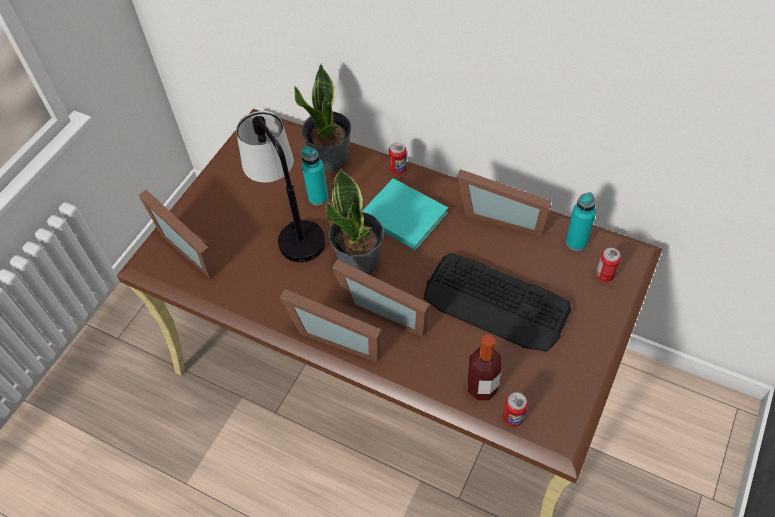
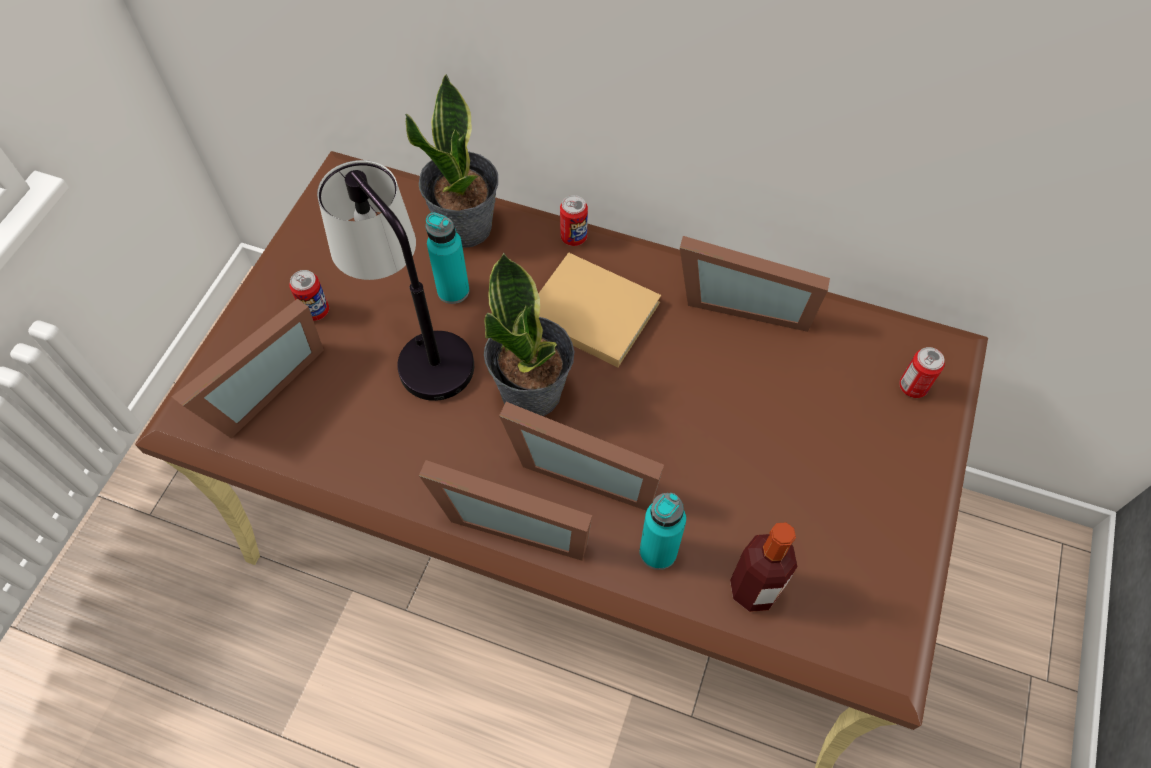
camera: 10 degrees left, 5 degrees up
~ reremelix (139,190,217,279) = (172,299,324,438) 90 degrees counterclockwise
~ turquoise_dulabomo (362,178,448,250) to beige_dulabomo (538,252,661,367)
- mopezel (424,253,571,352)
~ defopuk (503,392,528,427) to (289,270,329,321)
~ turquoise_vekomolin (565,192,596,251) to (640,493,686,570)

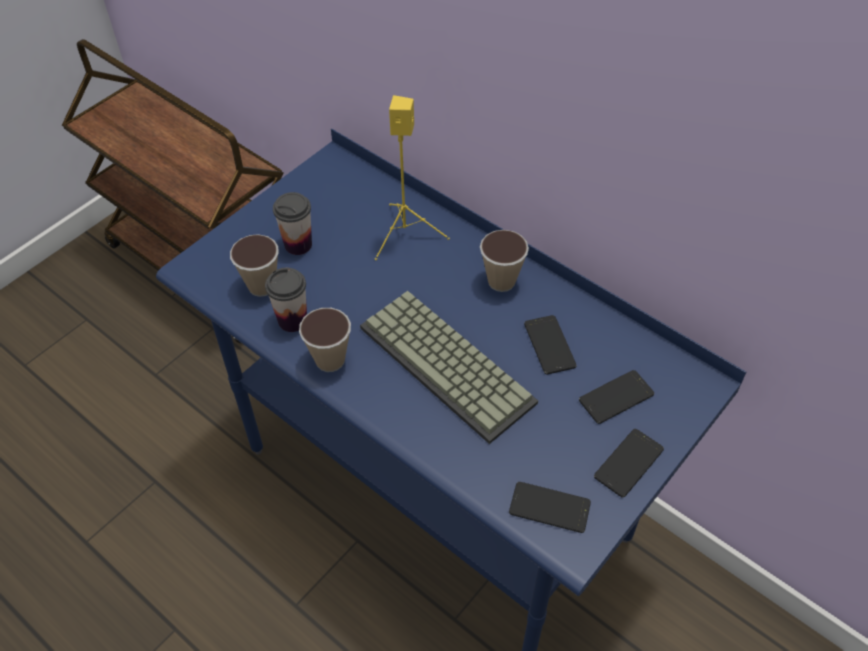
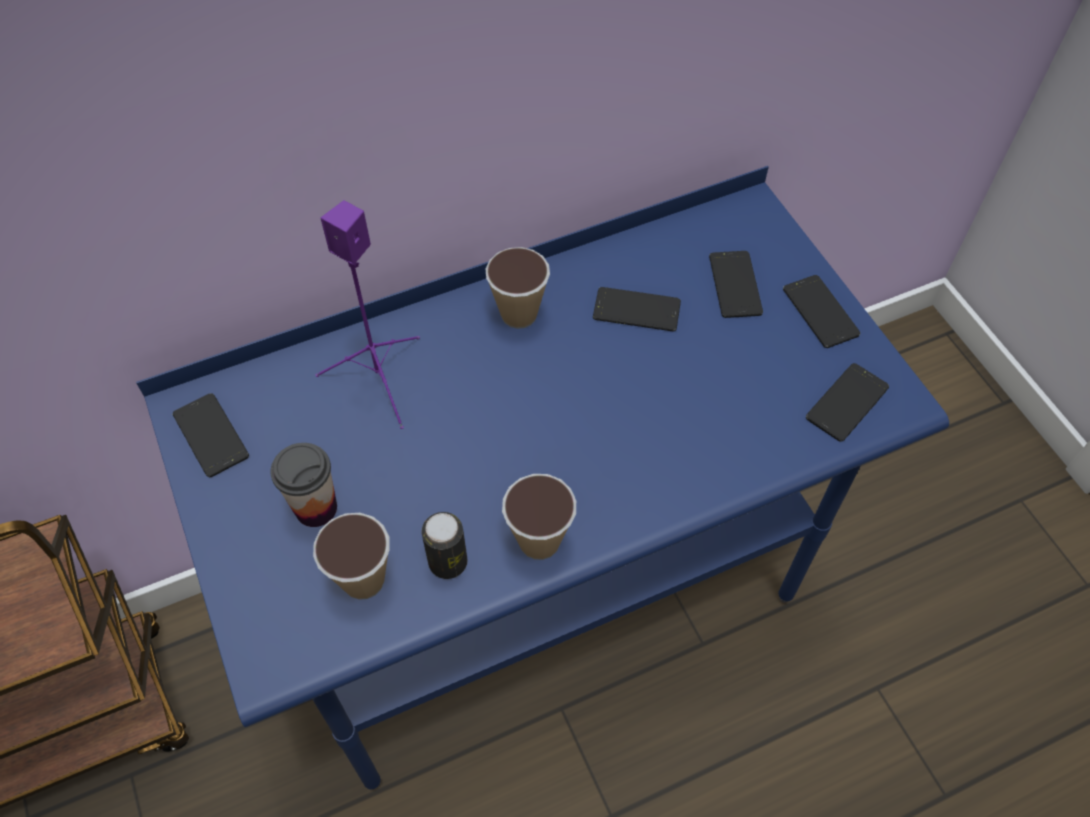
camera: 65 degrees left, 5 degrees up
~ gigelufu (265,268,307,332) to defopuk (421,512,468,579)
- mopezel (360,291,538,444)
~ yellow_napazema (375,95,450,260) to purple_napazema (316,200,420,429)
+ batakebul (173,393,249,477)

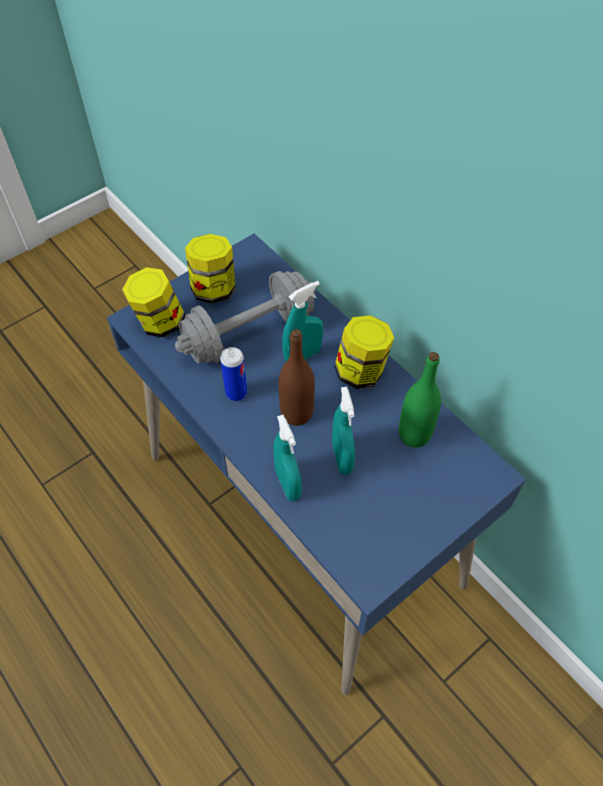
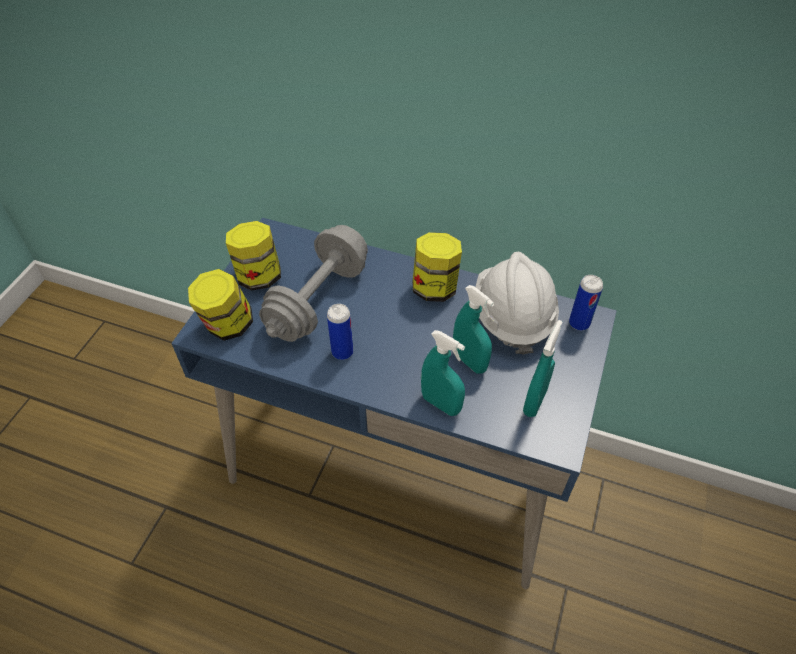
camera: 30 degrees left, 5 degrees down
- brown_vekomolin (278,329,315,426)
~ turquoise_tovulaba (282,281,323,362) to (523,320,562,417)
~ green_vekomolin (399,352,441,447) to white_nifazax (475,252,559,355)
+ defopuk (569,275,603,331)

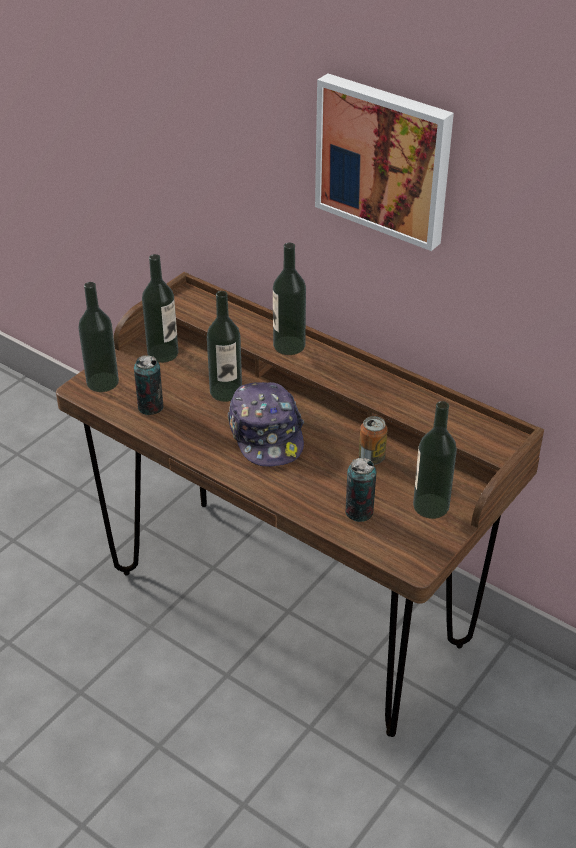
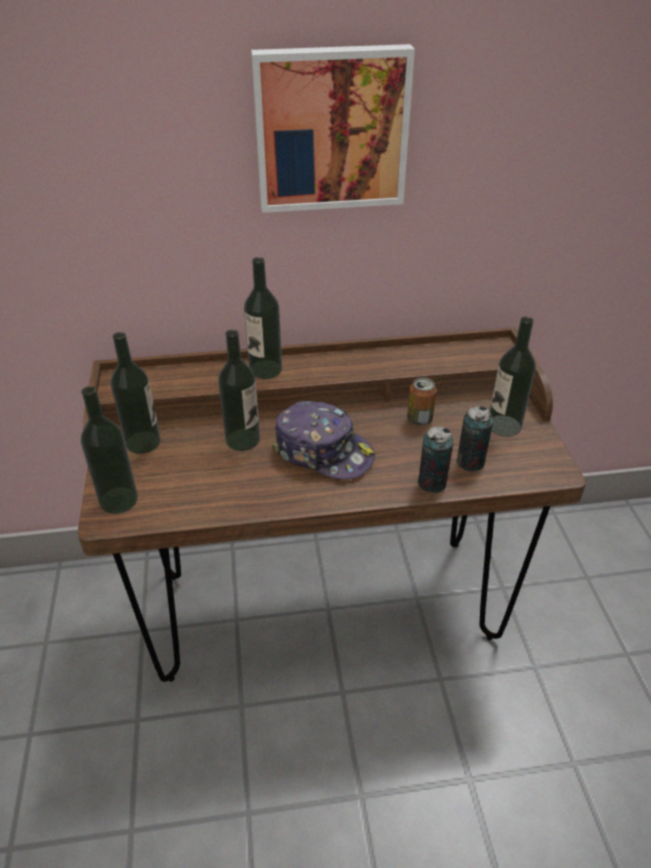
camera: 45 degrees left, 0 degrees up
~ defopuk (134,355,164,415) to (417,426,454,493)

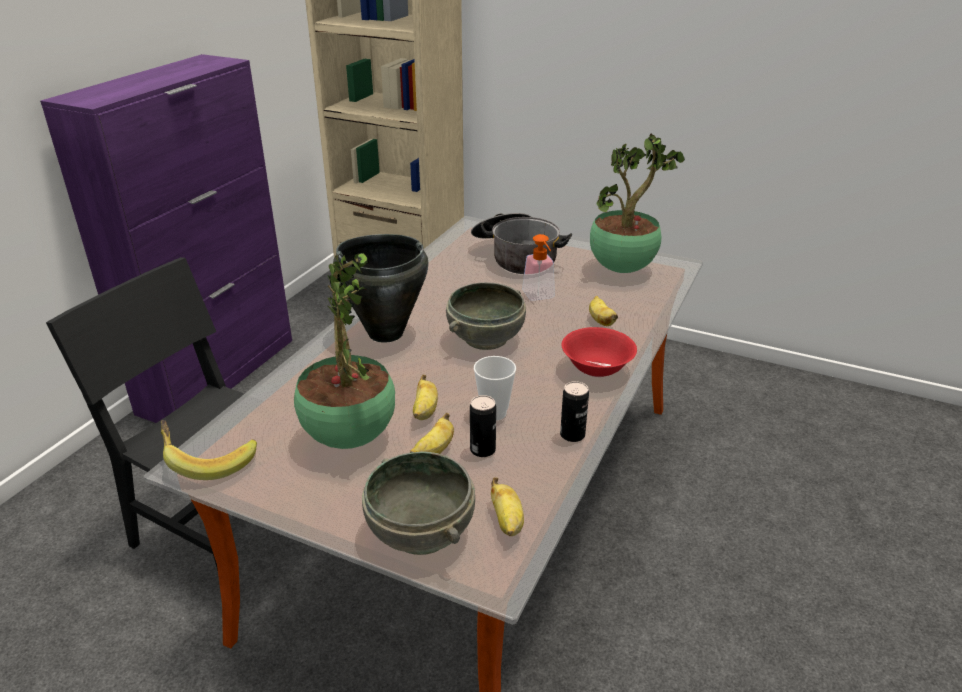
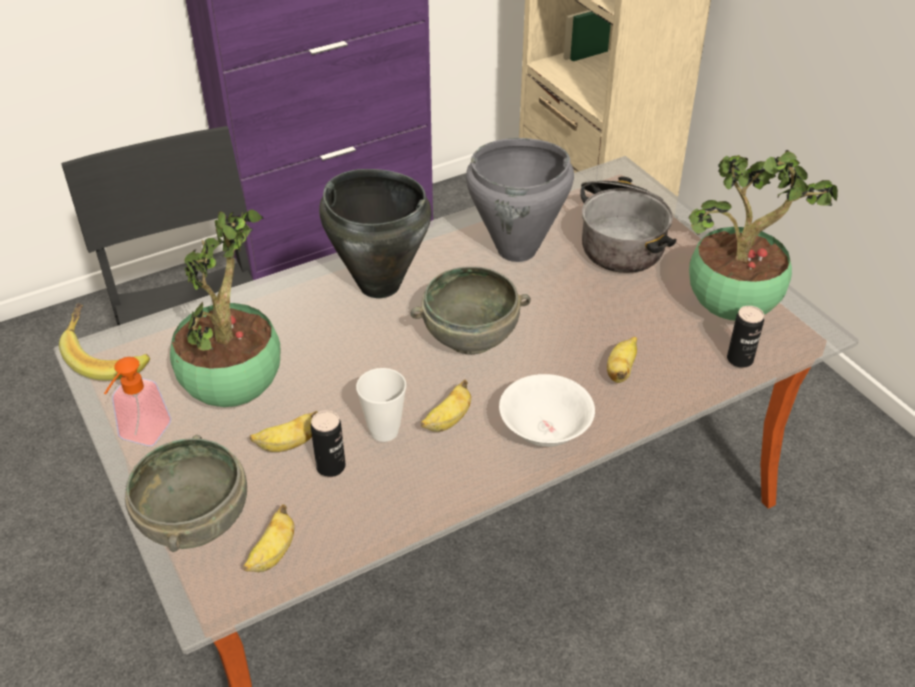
camera: 35 degrees right, 10 degrees up
~ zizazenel (413,375,438,420) to (421,380,471,432)
~ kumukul (522,234,555,301) to (104,357,171,446)
~ defopuk (560,381,589,442) to (727,306,764,368)
~ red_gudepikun (562,327,637,377) to white_gudepikun (499,374,595,447)
+ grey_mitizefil (466,138,574,262)

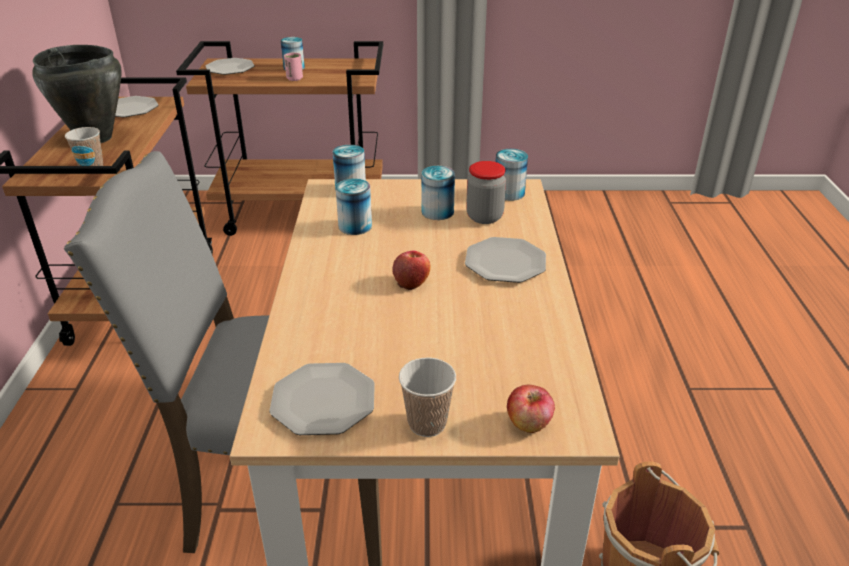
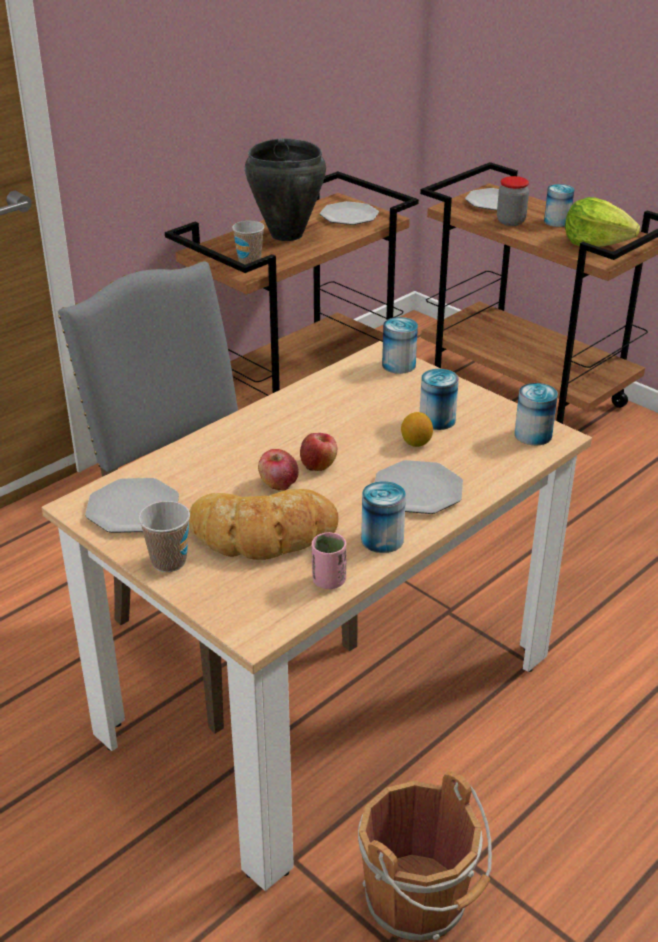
camera: 45 degrees right, 0 degrees up
~ pink_gigelufu (284,53,303,81) to (312,532,347,589)
~ defopuk (336,179,372,235) to (361,481,406,553)
~ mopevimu (466,161,506,224) to (497,176,529,226)
~ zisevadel (507,385,555,433) to (258,449,299,491)
+ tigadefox (189,489,339,560)
+ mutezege (401,412,433,447)
+ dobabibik (565,197,640,247)

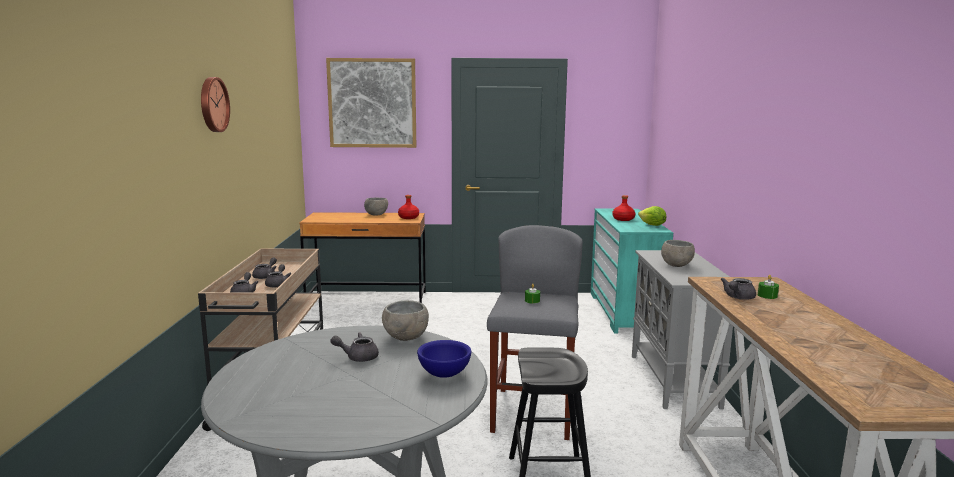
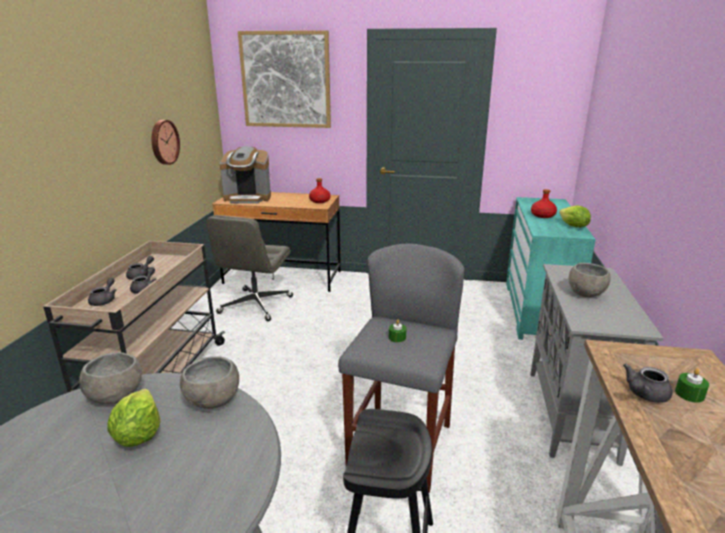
camera: 10 degrees right, 10 degrees up
~ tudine (201,77,230,132) to (151,120,180,165)
~ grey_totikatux (330,332,379,362) to dobabibik (107,389,160,447)
~ grey_gudepikun (364,198,388,216) to (79,352,142,404)
- blue_gudepikun (417,340,471,378)
+ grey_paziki (207,215,293,321)
+ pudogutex (220,146,271,203)

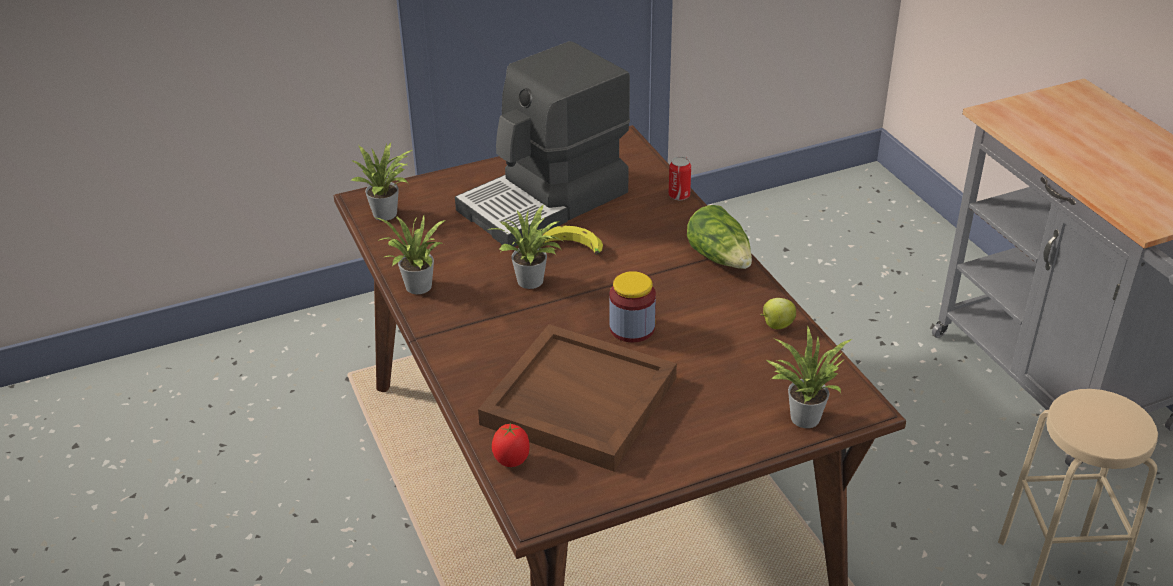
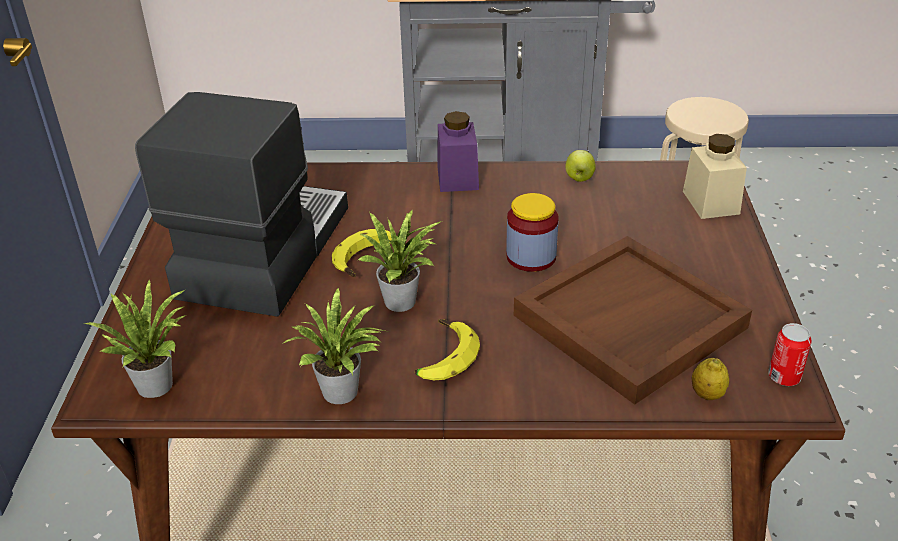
camera: 65 degrees left, 0 degrees up
~ pudogutex (455,41,630,247) = (135,92,348,317) 150 degrees counterclockwise
~ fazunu (492,423,530,467) to mutezege (692,358,729,400)
~ defopuk (668,156,691,200) to (768,323,812,386)
~ dobabibik (687,205,752,269) to purple_mopevimu (437,111,479,192)
~ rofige (767,326,852,428) to beige_mopevimu (683,134,747,219)
+ zizazenel (415,319,480,380)

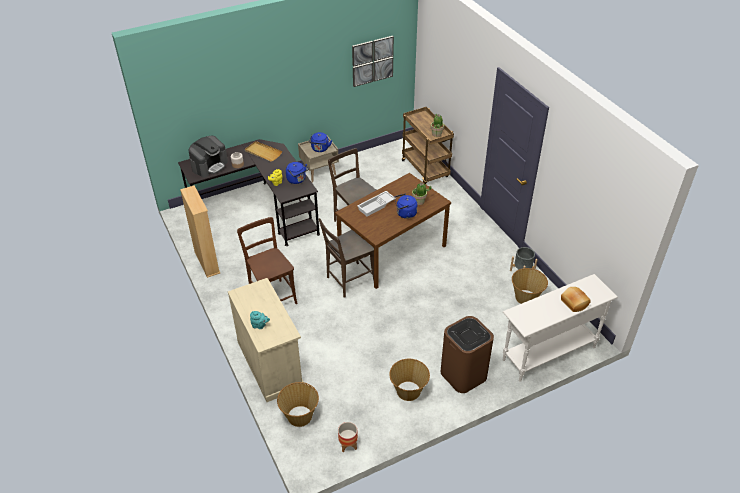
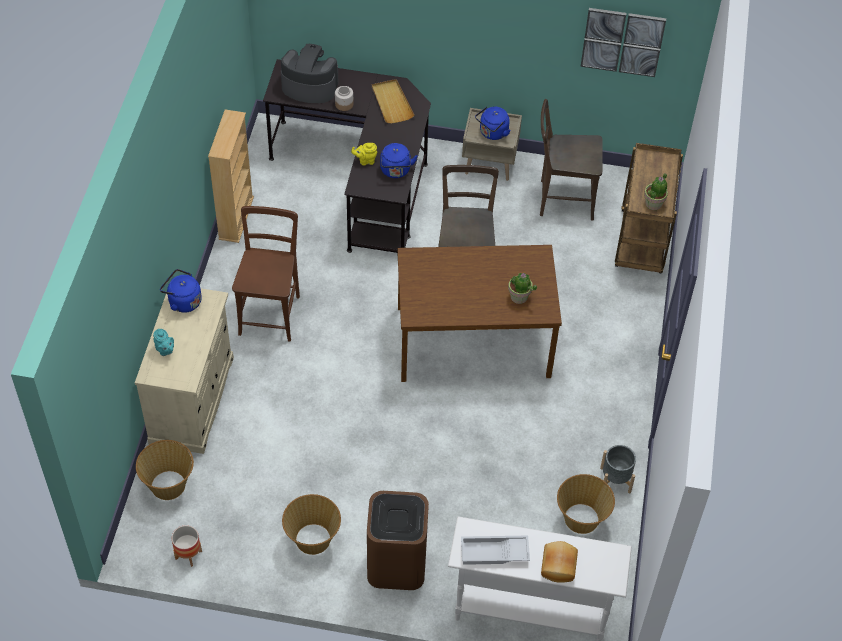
camera: 35 degrees right, 10 degrees up
~ pudogutex (188,136,228,178) = (281,44,338,103) 150 degrees counterclockwise
~ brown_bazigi (319,218,374,298) to (540,99,603,221)
~ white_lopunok (358,191,396,216) to (461,536,530,565)
~ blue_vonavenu (394,194,417,219) to (160,269,202,313)

